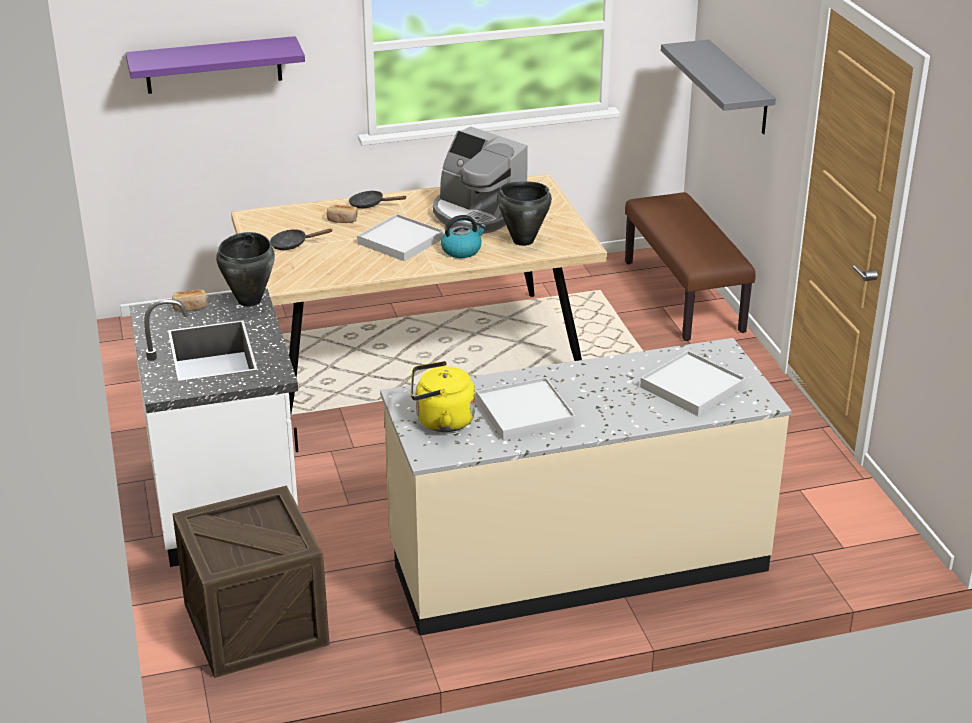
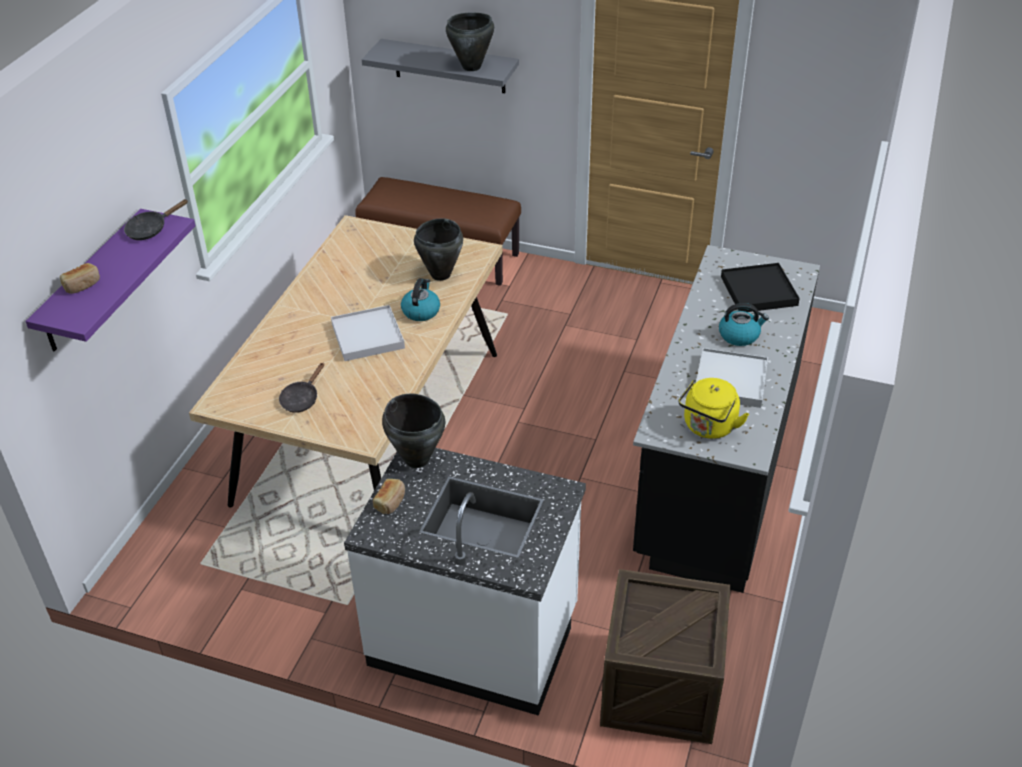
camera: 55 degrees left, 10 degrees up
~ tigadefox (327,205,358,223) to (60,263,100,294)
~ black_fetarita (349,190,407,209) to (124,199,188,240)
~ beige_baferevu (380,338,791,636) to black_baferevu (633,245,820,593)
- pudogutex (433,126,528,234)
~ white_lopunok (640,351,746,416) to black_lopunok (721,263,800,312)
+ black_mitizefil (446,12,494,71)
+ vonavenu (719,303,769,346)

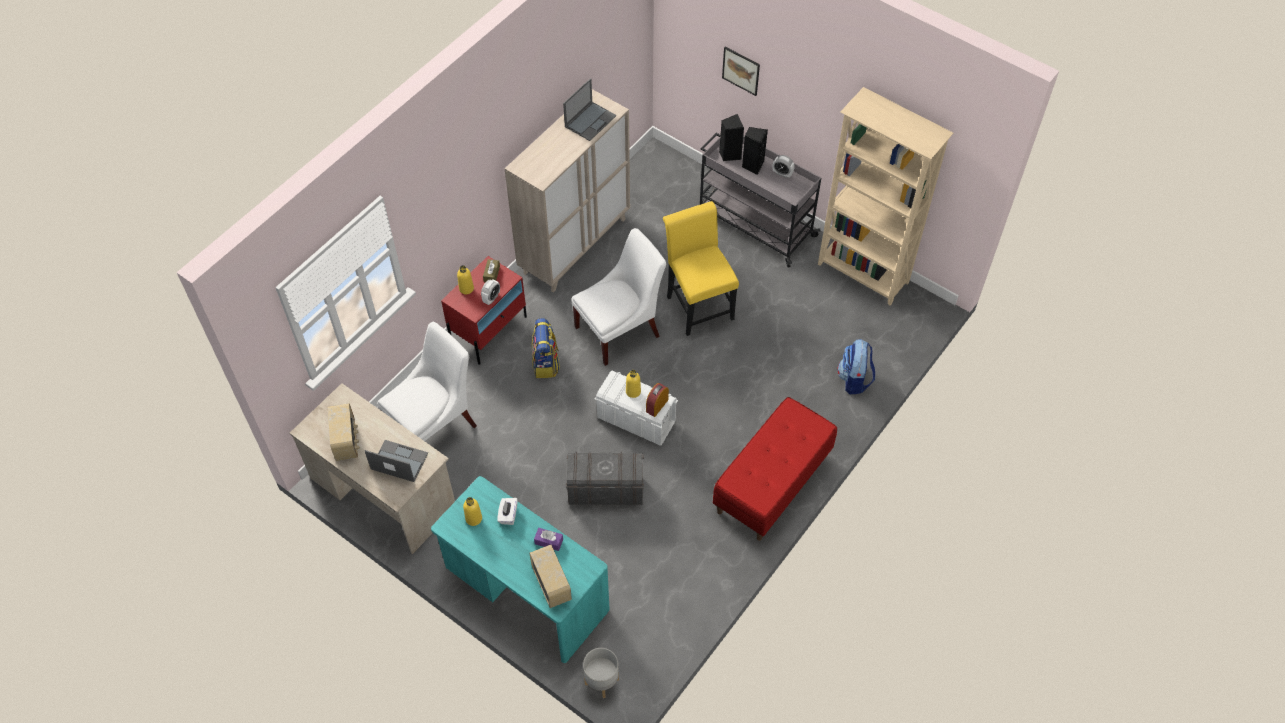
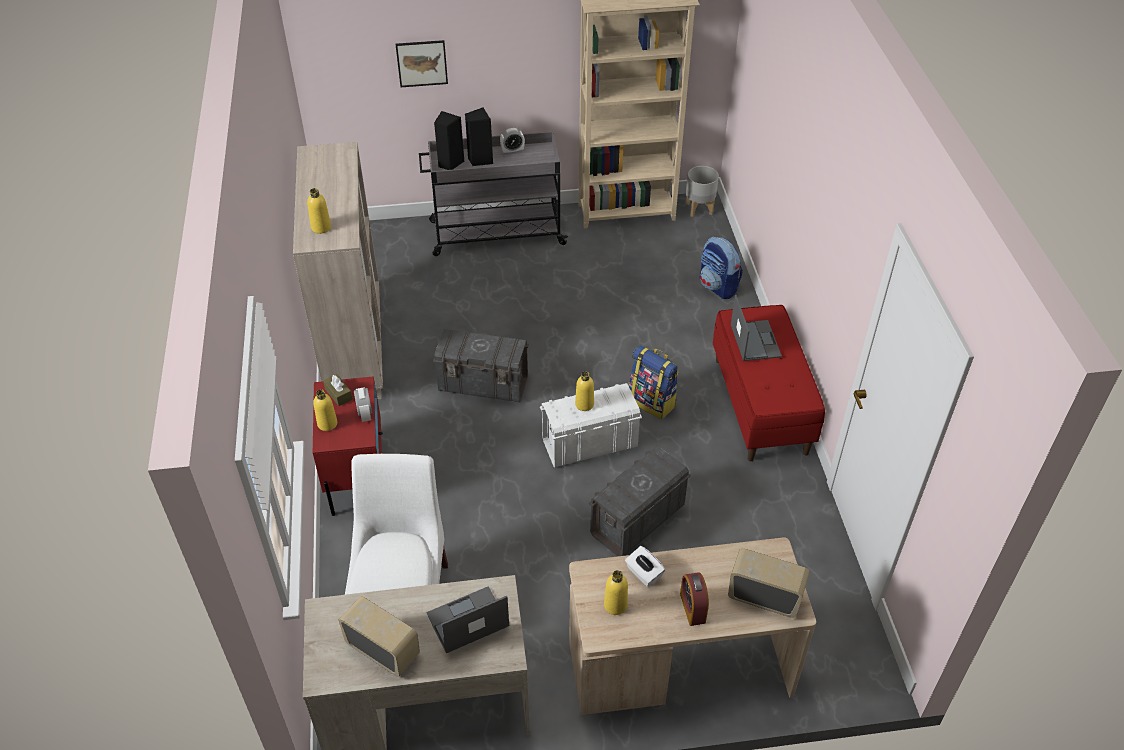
camera: 45 degrees left, 10 degrees down
~ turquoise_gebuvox (431,476,610,663) to beige_gebuvox (569,538,816,715)
~ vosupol (532,318,560,378) to (629,345,679,419)
- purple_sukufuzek (534,528,563,551)
~ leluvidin (563,78,616,141) to (731,295,782,361)
~ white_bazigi (571,228,666,366) to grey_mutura (433,329,529,402)
~ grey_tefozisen (583,648,619,698) to (686,166,719,217)
~ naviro (646,383,669,417) to (680,572,709,626)
- yellow_bazigi (663,201,739,336)
+ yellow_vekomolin (307,188,331,234)

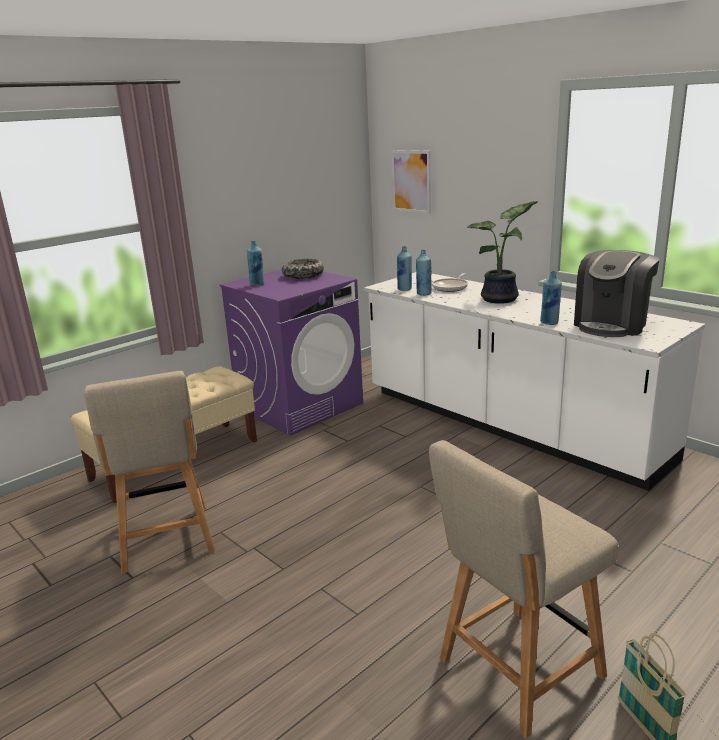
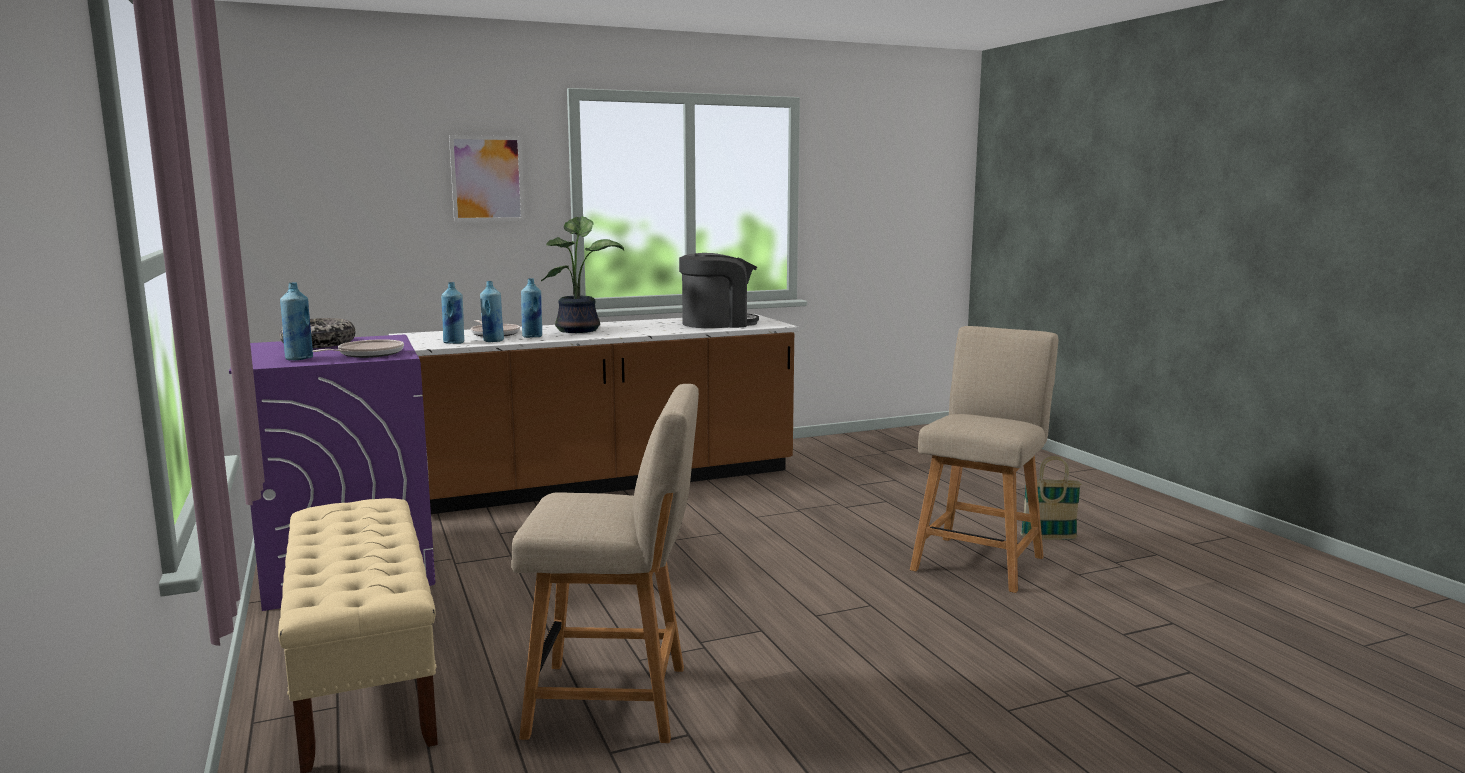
camera: 70 degrees left, 10 degrees down
~ white_baferevu (364,272,705,491) to brown_baferevu (389,314,799,514)
~ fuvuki (392,150,431,214) to (449,135,525,222)
~ beige_bazigi (429,440,618,738) = (910,326,1059,593) 135 degrees counterclockwise
~ blue_vekomolin (540,271,562,325) to (521,278,542,338)
~ pudogutex (574,250,660,337) = (679,253,759,328) 75 degrees counterclockwise
+ fetarita (312,339,404,358)

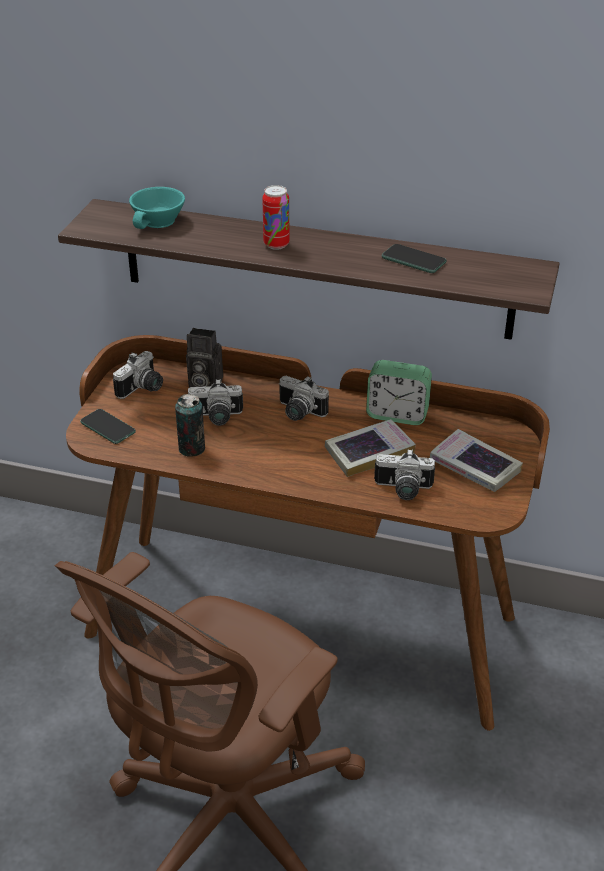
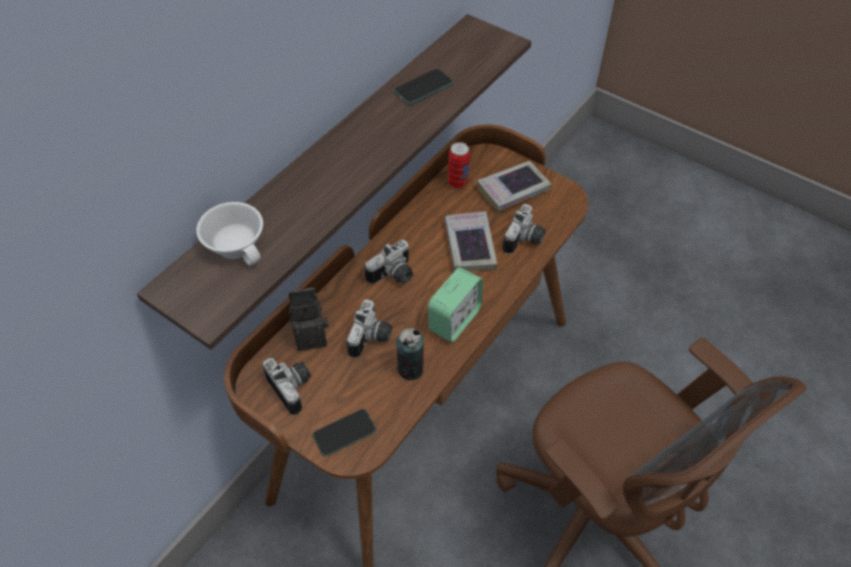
camera: 70 degrees left, 15 degrees up
~ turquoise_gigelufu (129,187,185,229) to white_gigelufu (196,202,263,266)
~ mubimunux (186,328,223,388) = (289,288,329,351) 135 degrees counterclockwise
~ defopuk (262,185,290,250) to (448,142,470,189)
~ naviro (366,360,432,425) to (428,267,483,343)

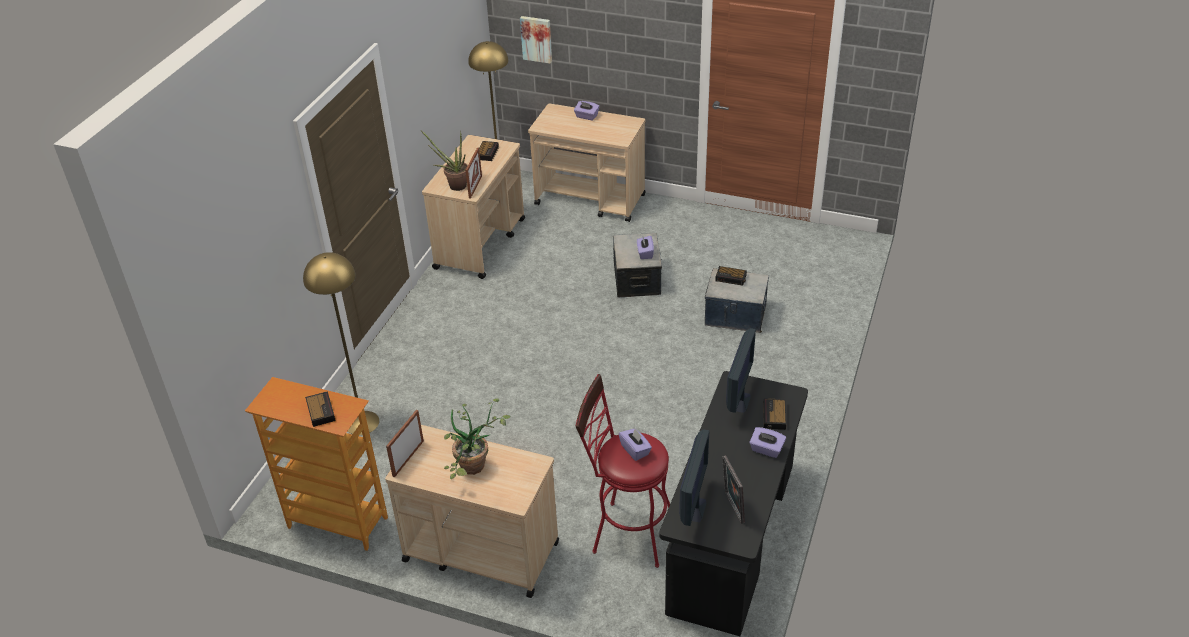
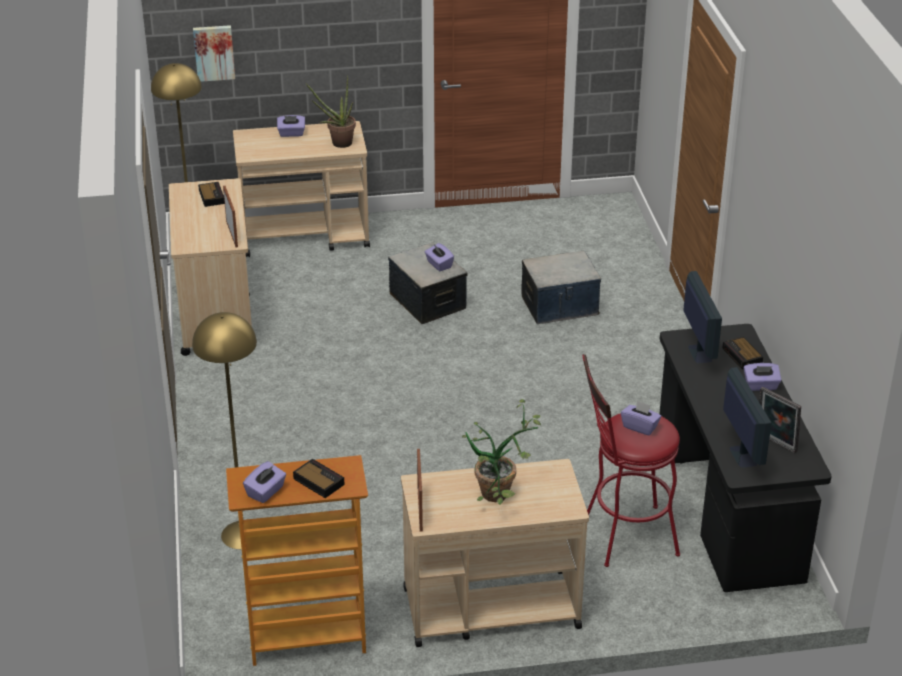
camera: 30 degrees left, 5 degrees down
~ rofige (421,131,468,191) to (306,75,356,148)
- naviro (715,266,747,286)
+ purple_sukufuzek (243,461,286,503)

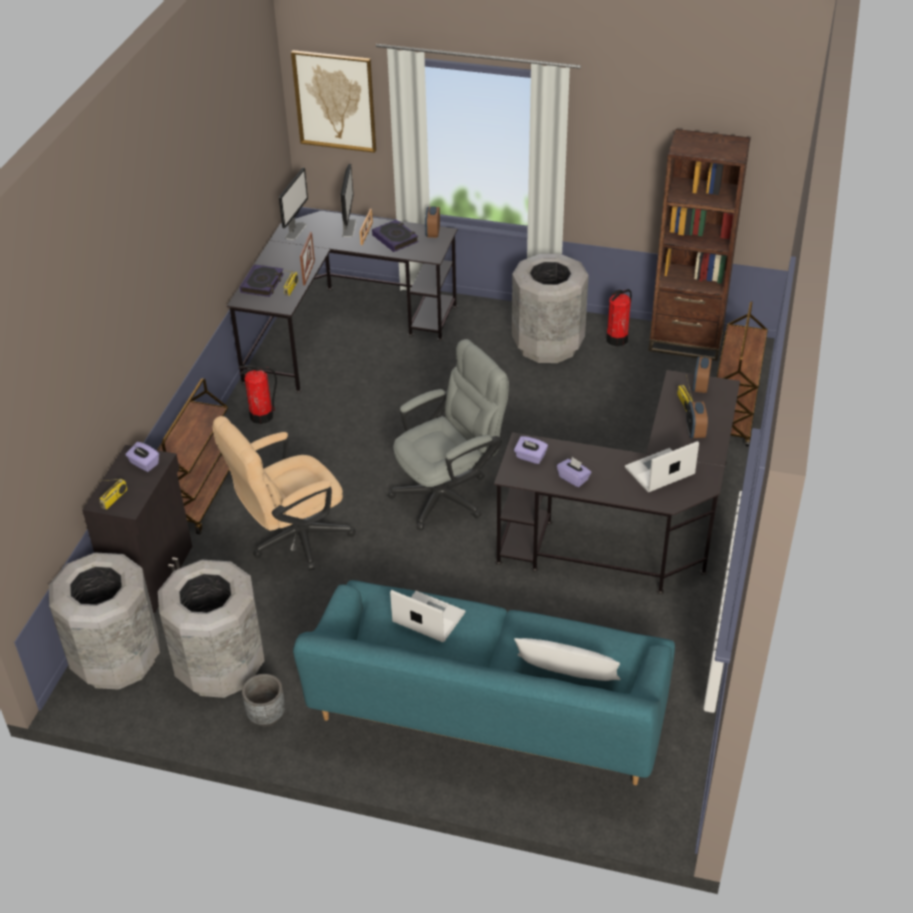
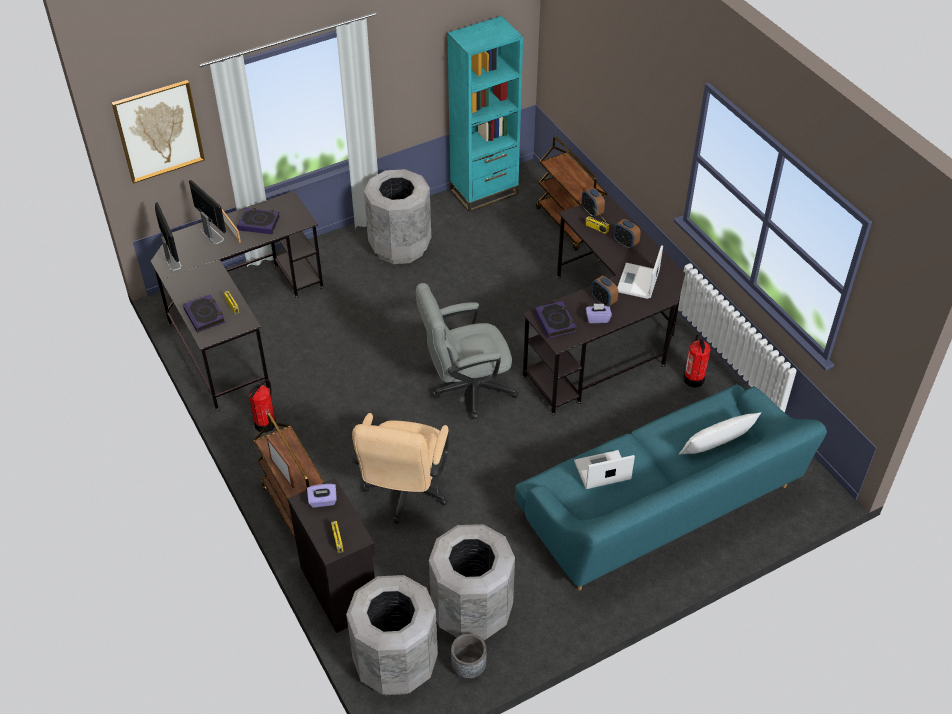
camera: 45 degrees left, 5 degrees up
~ grey_tefozisen (242,674,285,727) to (451,633,487,679)
~ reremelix (300,232,315,285) to (266,436,294,488)
~ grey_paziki (388,339,509,530) = (415,283,519,419) 120 degrees counterclockwise
~ naviro (425,206,440,238) to (591,276,618,306)
~ purple_sukufuzek (514,436,548,464) to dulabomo (535,301,577,338)
~ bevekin (606,289,632,346) to (683,334,711,388)
~ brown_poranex (648,129,751,361) to turquoise_poranex (447,16,523,212)

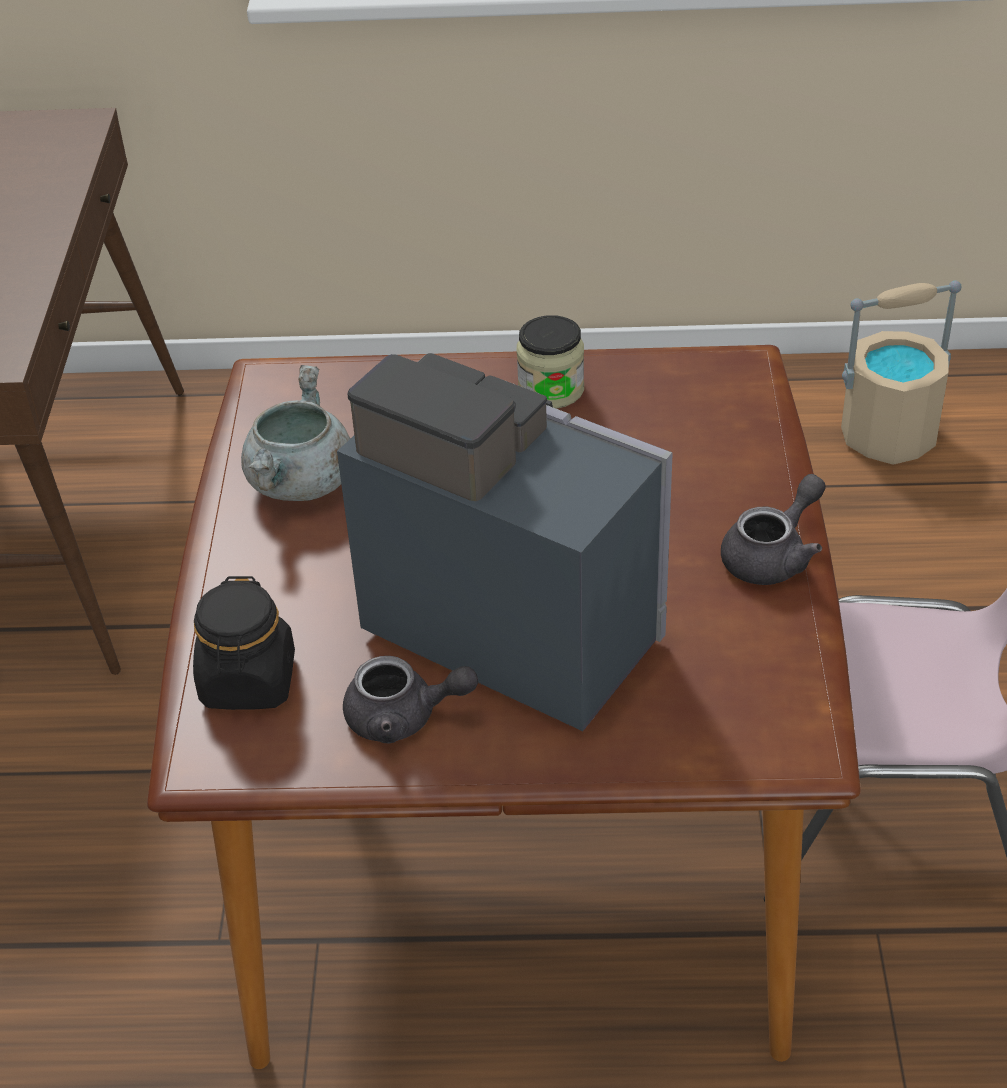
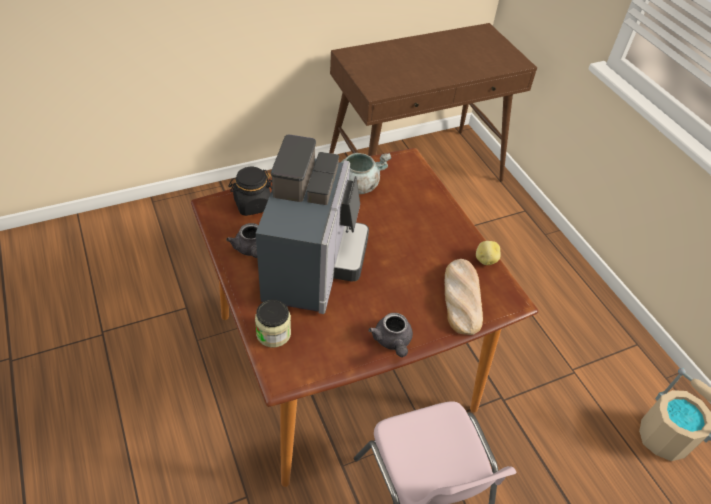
camera: 60 degrees right, 5 degrees up
~ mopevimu (516,315,584,409) to (255,300,291,347)
~ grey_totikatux (721,474,826,585) = (368,313,413,357) 60 degrees clockwise
+ tigadefox (445,259,483,335)
+ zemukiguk (476,241,501,265)

